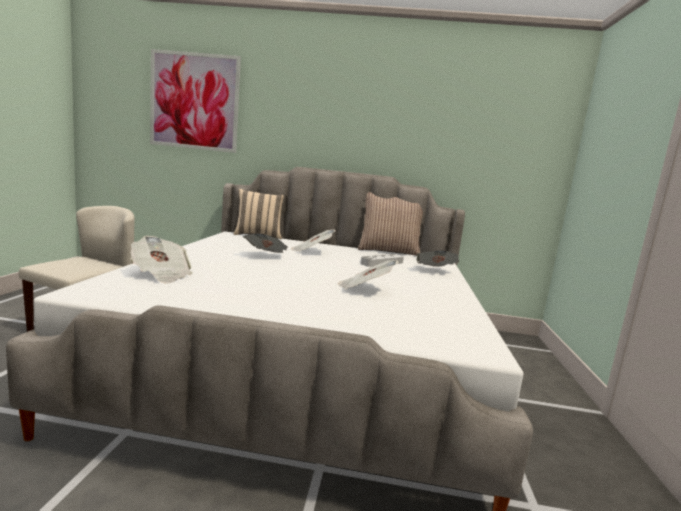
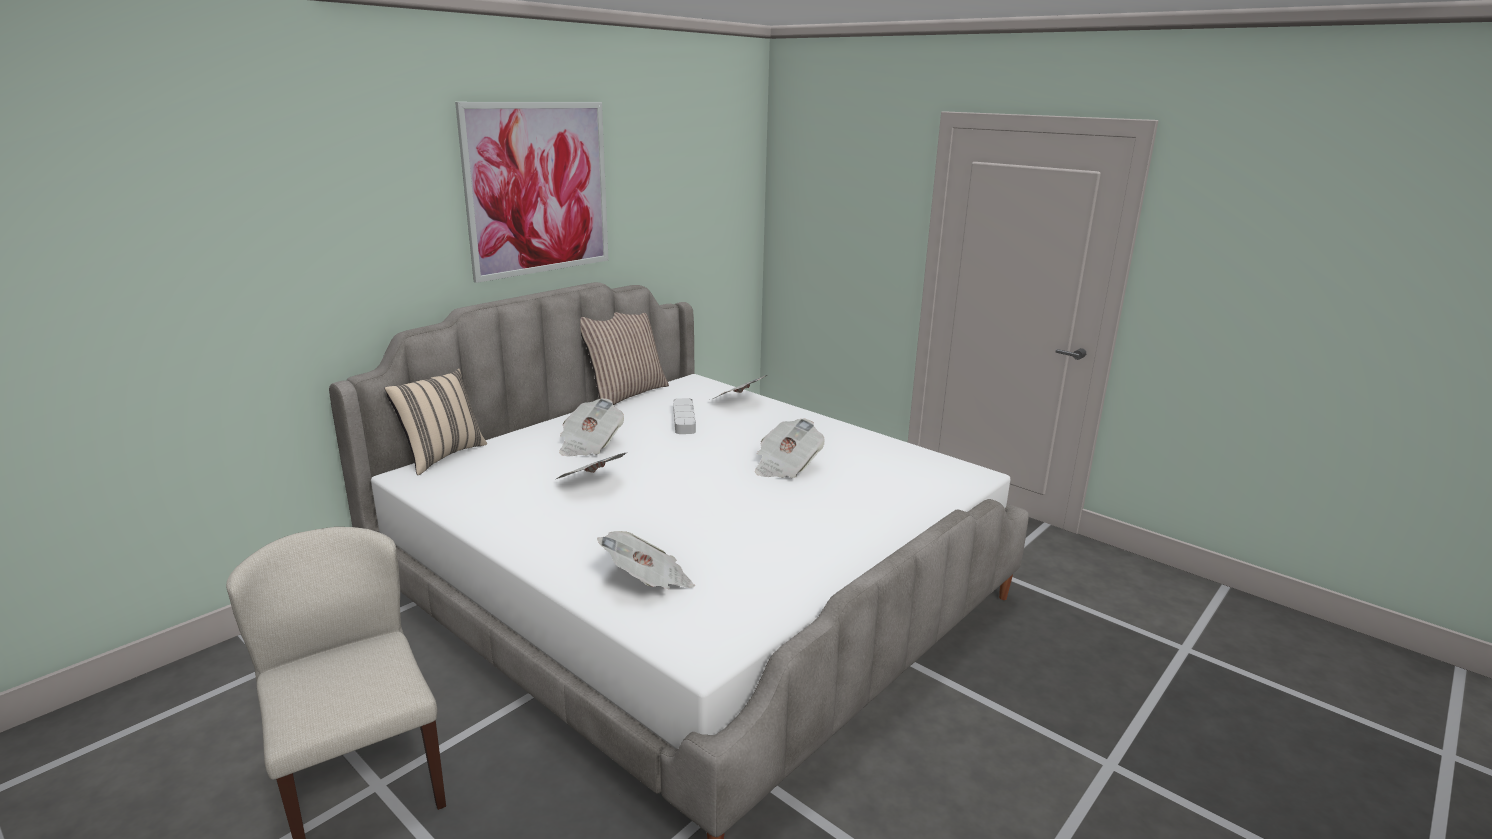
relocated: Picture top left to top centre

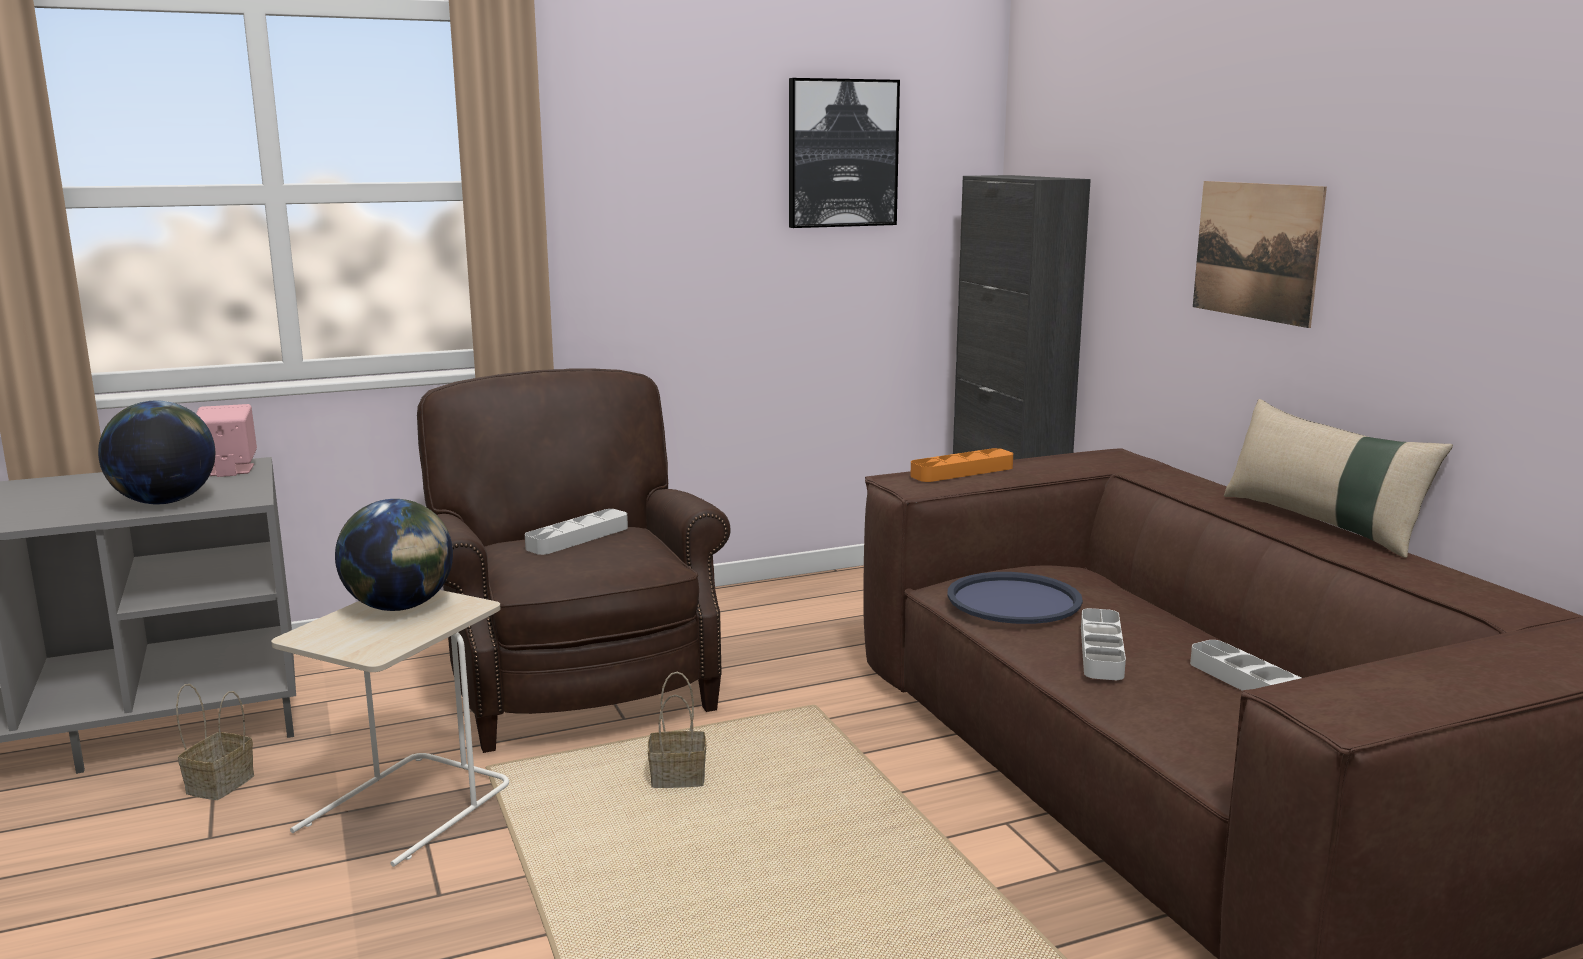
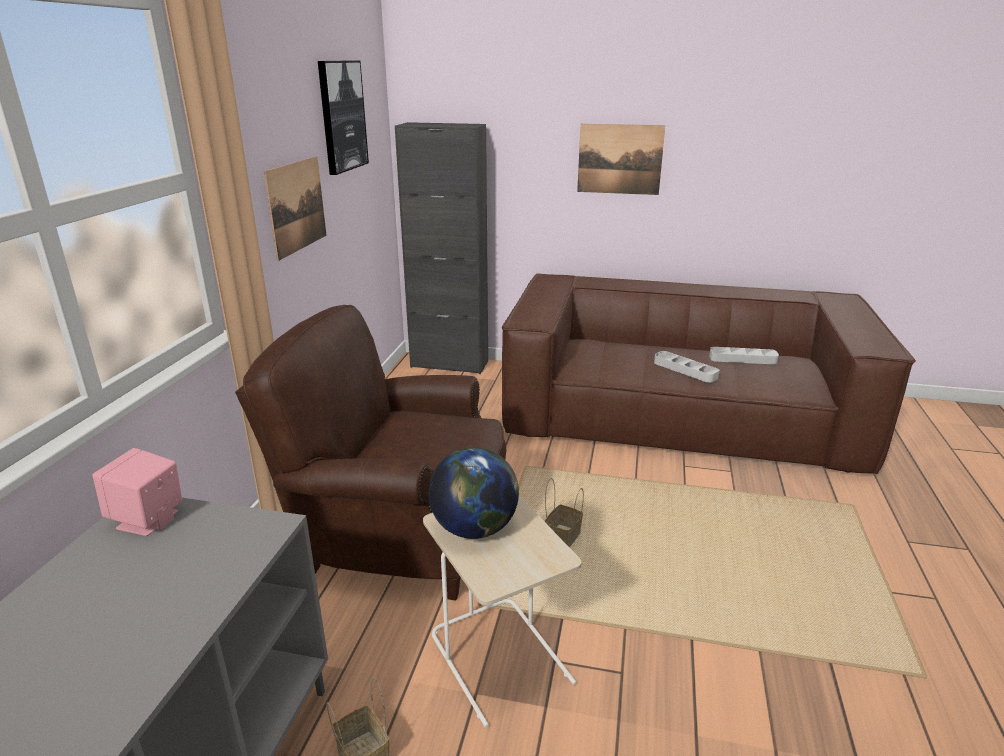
missing: Globe (no. 1 from left) middle left; GreyTray (no. 1 from left) centre; OrangeTray centre; BlueTray centre; BeigePillow middle right
appeared: Picture (no. 1 from left) top left

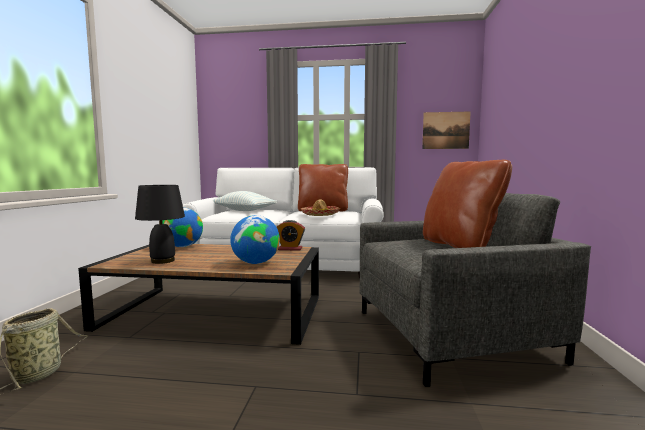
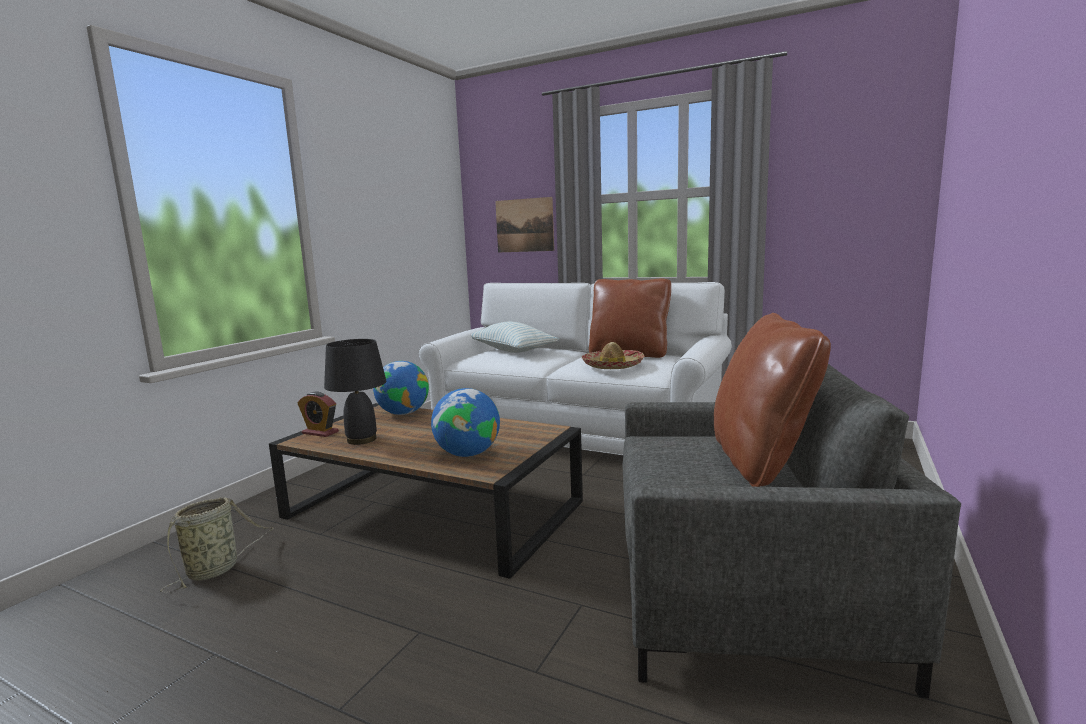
relocated: AlarmClock centre to middle left; Picture top right to top centre

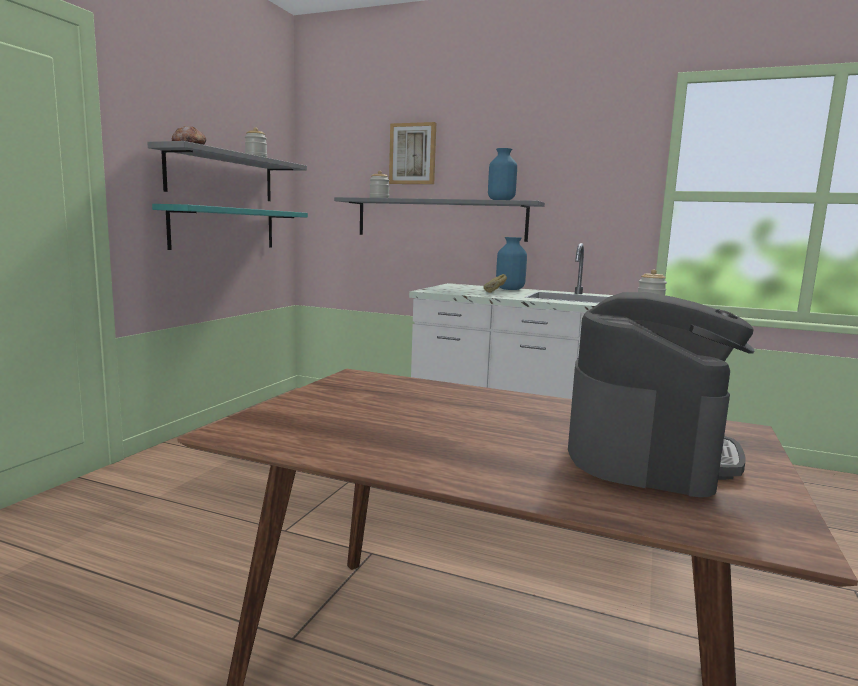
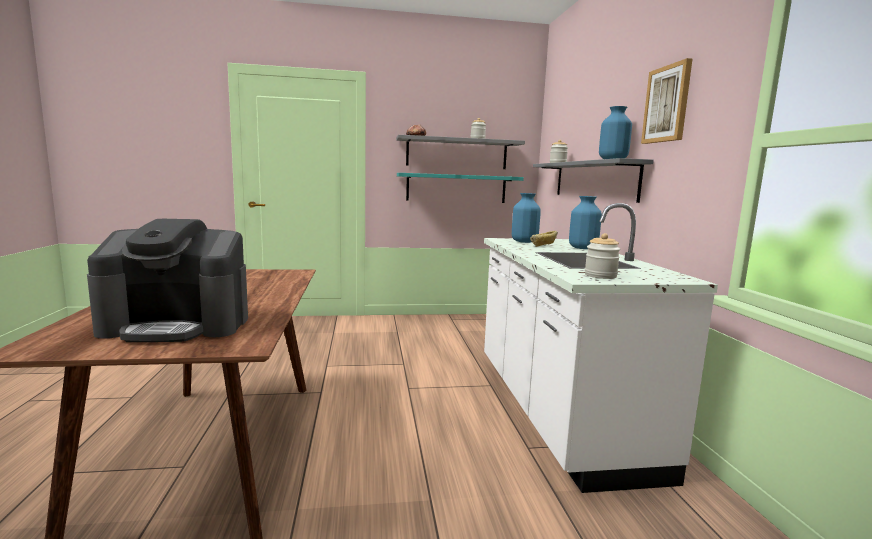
appeared: BlueVase (no. 1 from left) centre
relocated: Picture top centre to top right

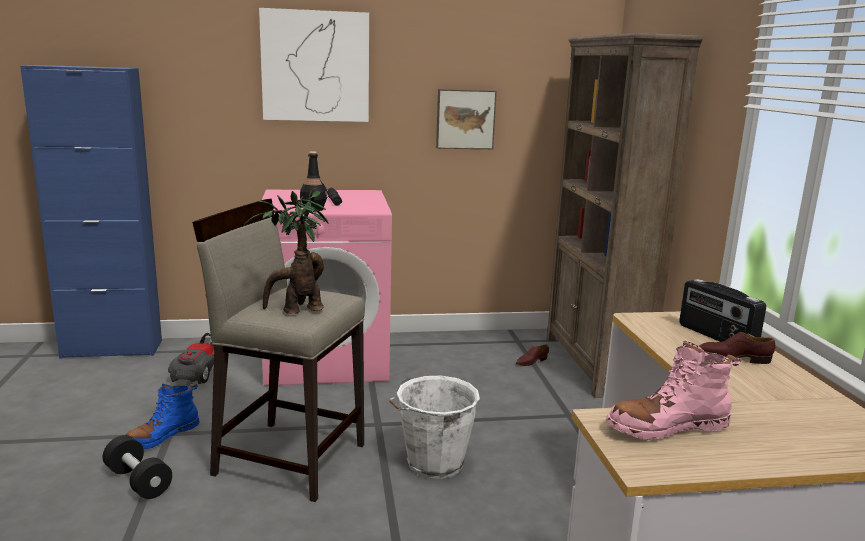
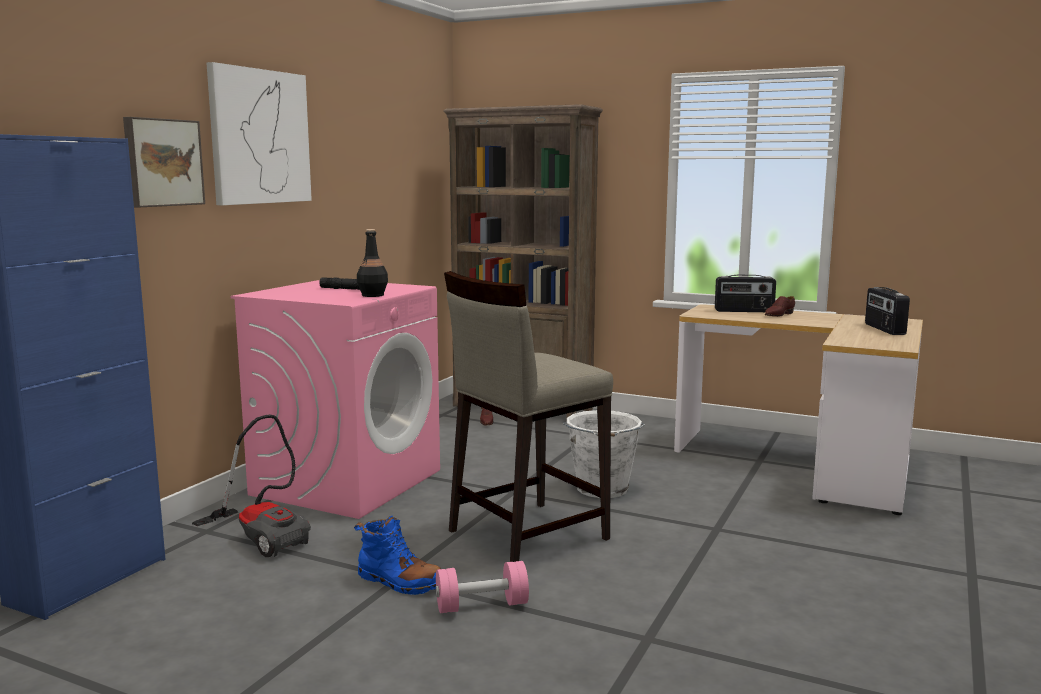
missing: PottedPlant middle left; PinkBoot bottom right
appeared: Radio (no. 2 from left) middle right
relocated: Picture (no. 2 from left in the first image) top centre to Picture (no. 1 from left) top left
colour: BlackDumbbell bottom left to PinkDumbbell bottom centre
spun: BlueBoot bottom left = bottom centre 45 degrees counterclockwise

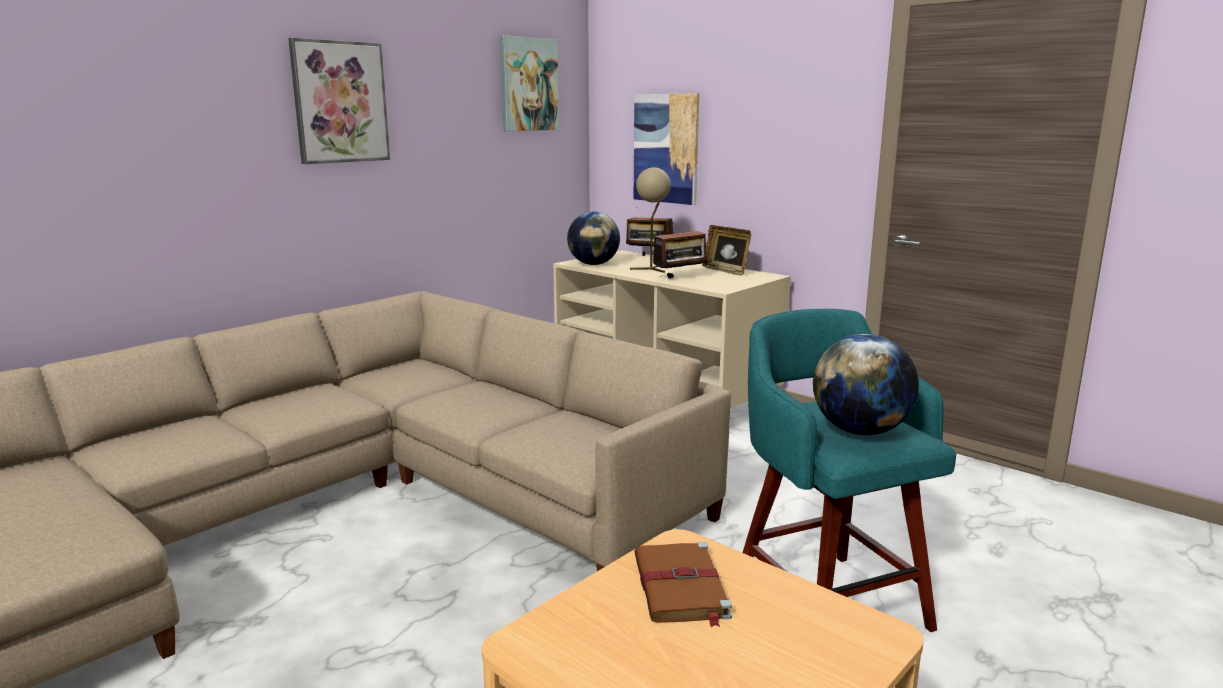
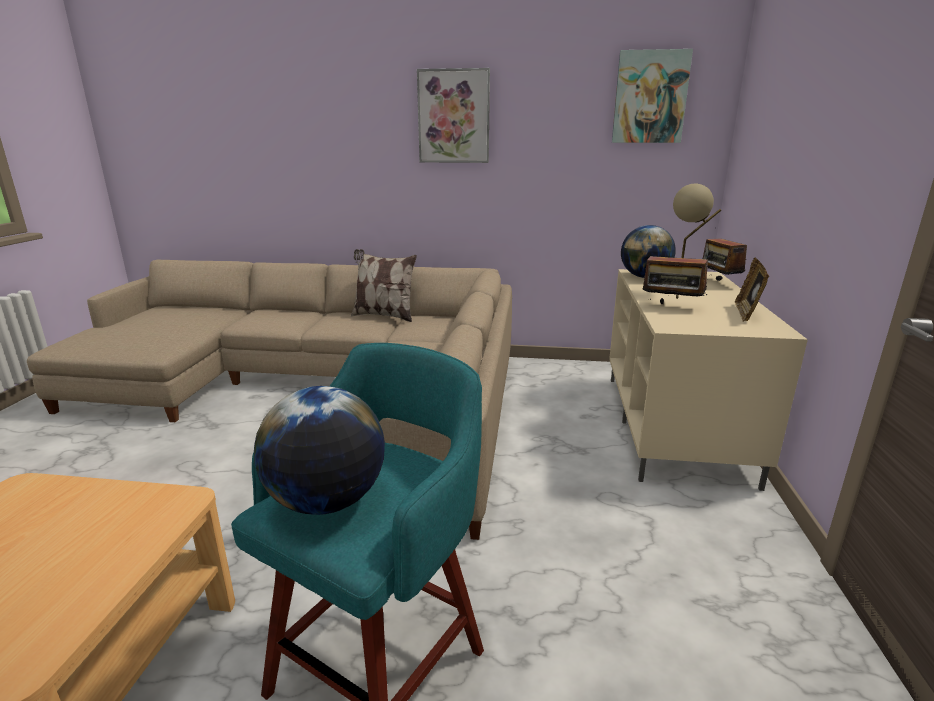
missing: Picture (no. 3 from left) top centre; BrownBook bottom centre
appeared: Pillow centre

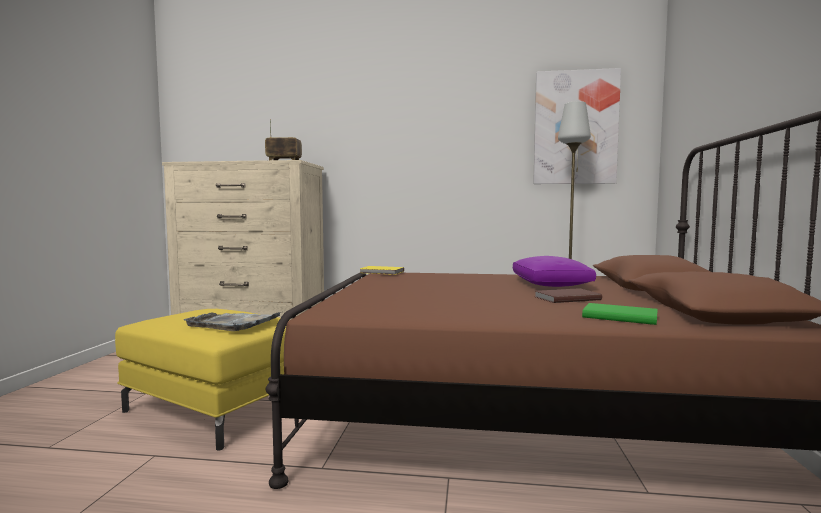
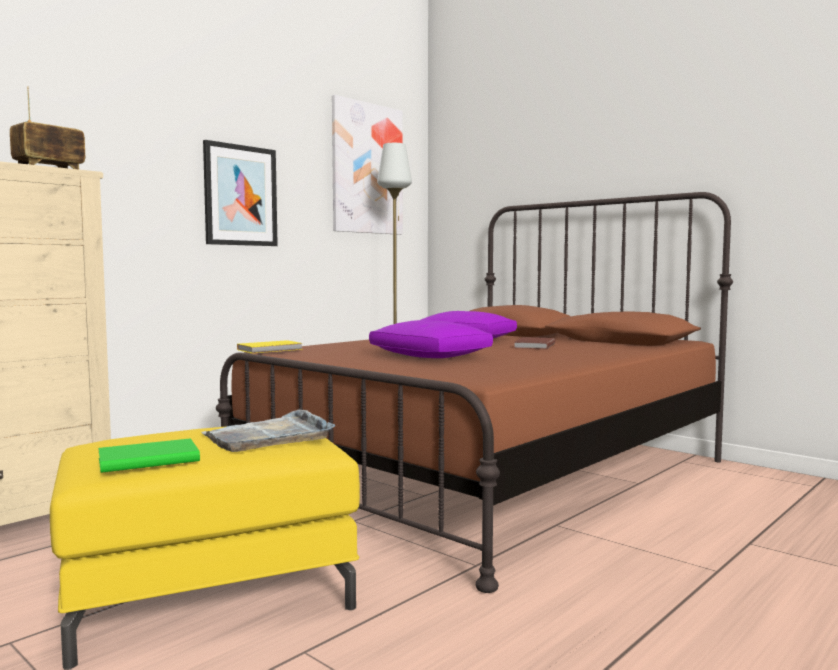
appeared: Picture (no. 1 from left) top left; PurplePillow (no. 1 from left) centre
relocated: GreenBook middle right to bottom left

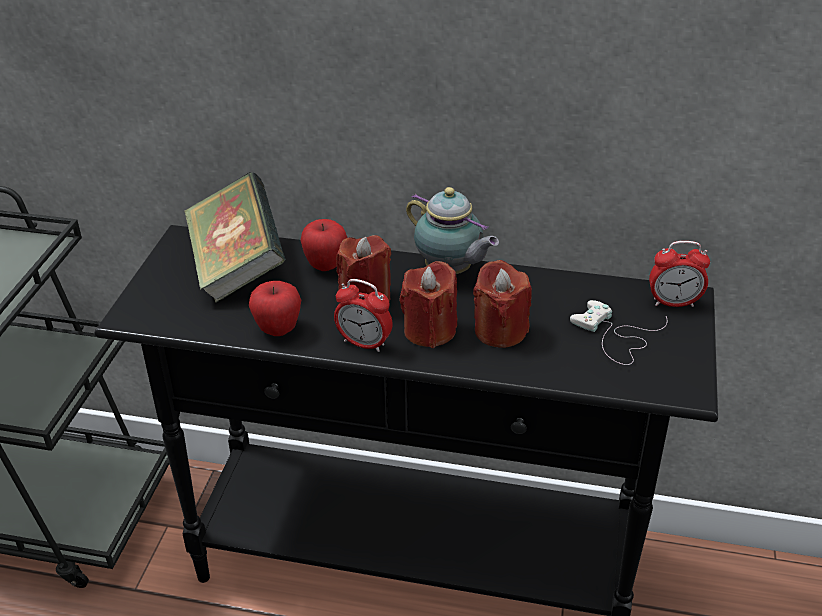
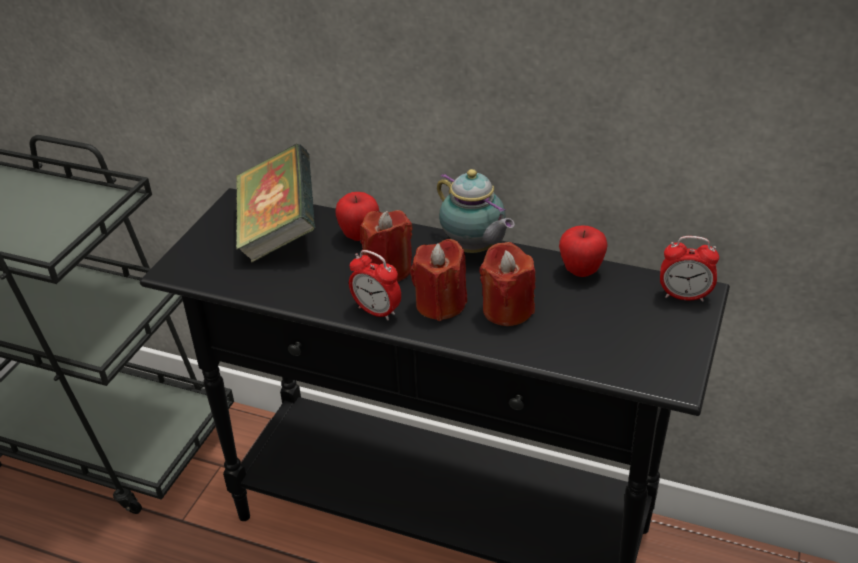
missing: WhiteGameController middle right
relocated: Apple (no. 1 from left in the first image) centre to Apple (no. 2 from left) middle right

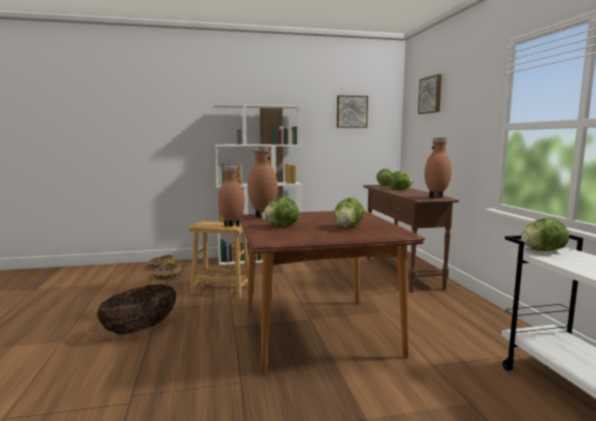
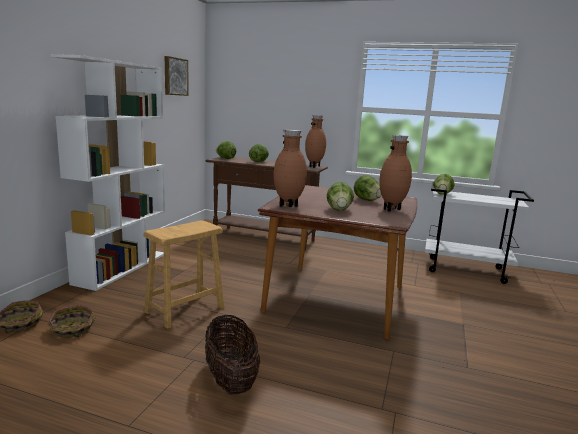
missing: Picture (no. 2 from left) top right
relocated: BrownVase (no. 1 from left in the first image) centre to BrownVase (no. 3 from left) middle right

